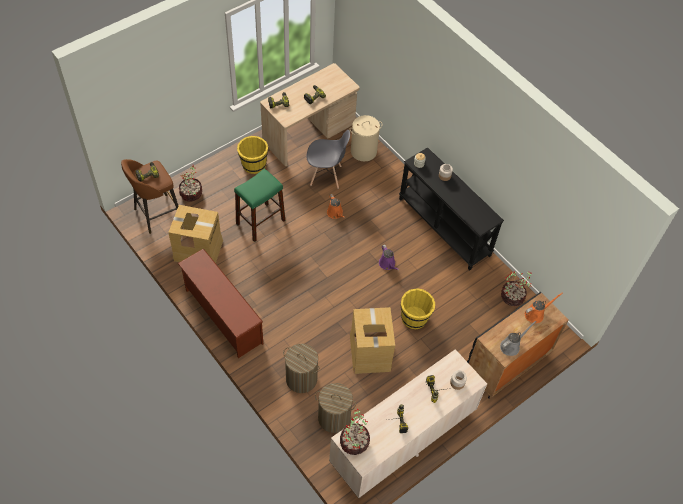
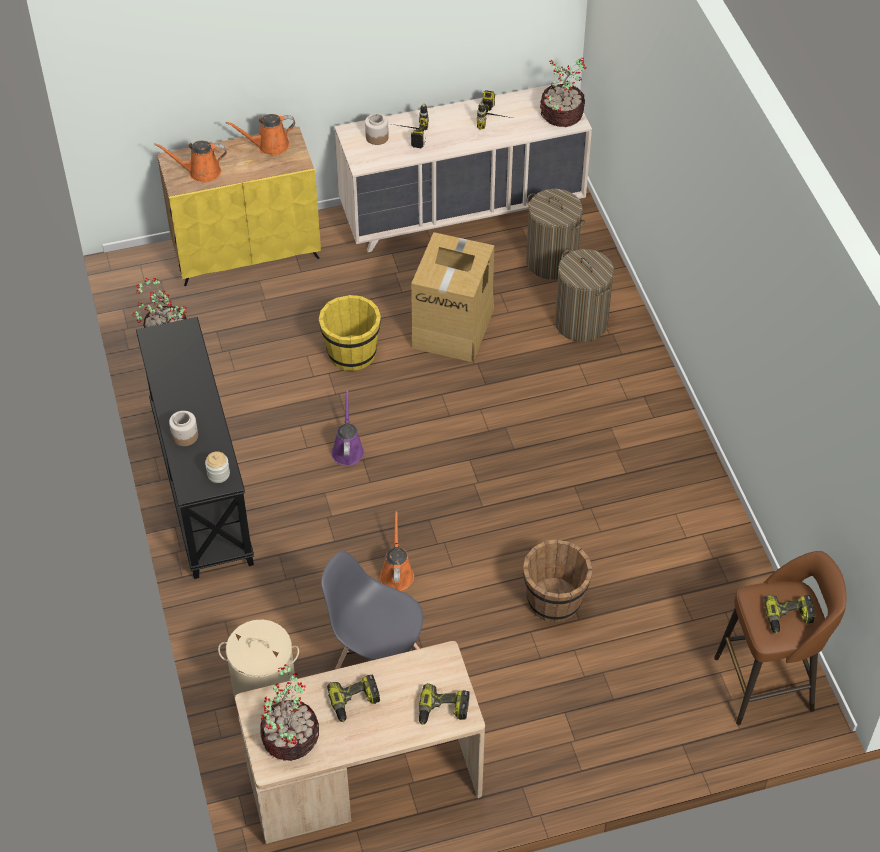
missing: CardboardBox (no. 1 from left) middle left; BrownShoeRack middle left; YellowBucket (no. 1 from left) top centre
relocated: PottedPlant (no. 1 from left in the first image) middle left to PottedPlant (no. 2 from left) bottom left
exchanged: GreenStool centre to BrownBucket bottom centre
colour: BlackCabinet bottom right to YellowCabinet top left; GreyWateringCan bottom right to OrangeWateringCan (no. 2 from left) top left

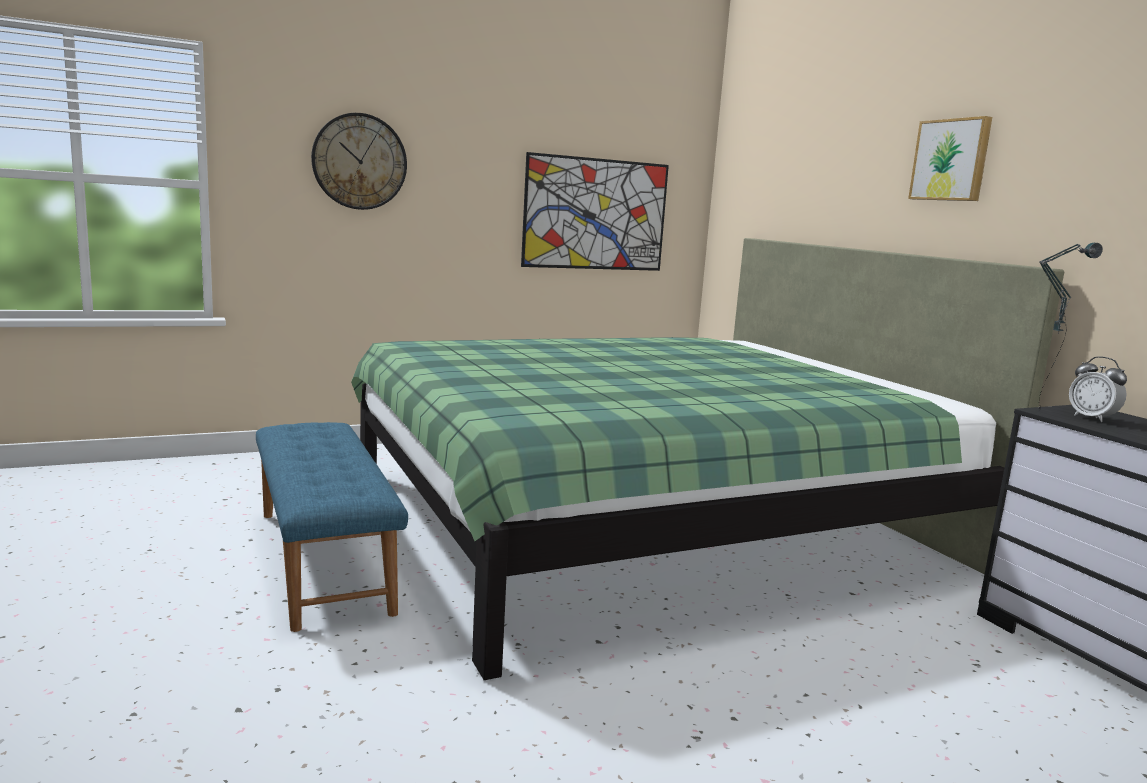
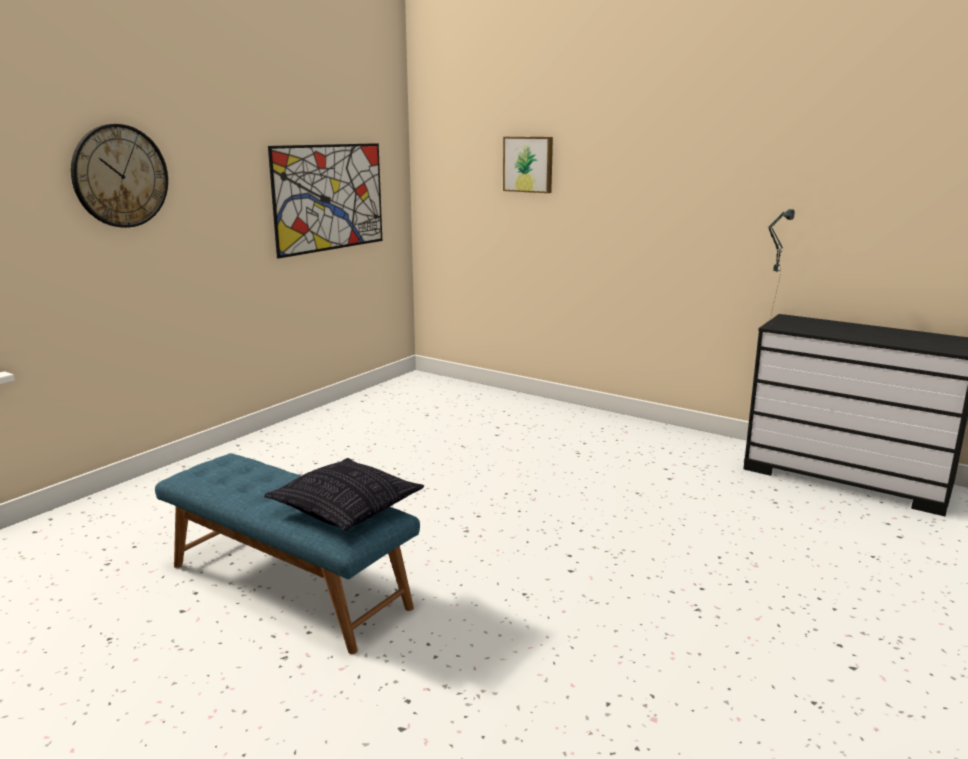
missing: GreenBed centre; AlarmClock middle right
appeared: Pillow centre
relocated: Picture (no. 2 from left) top right to top centre

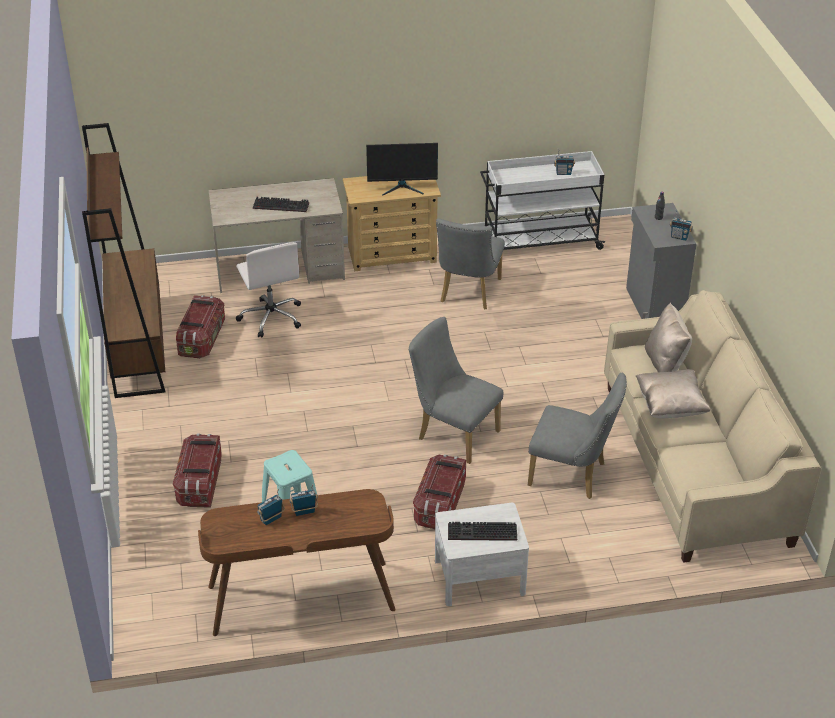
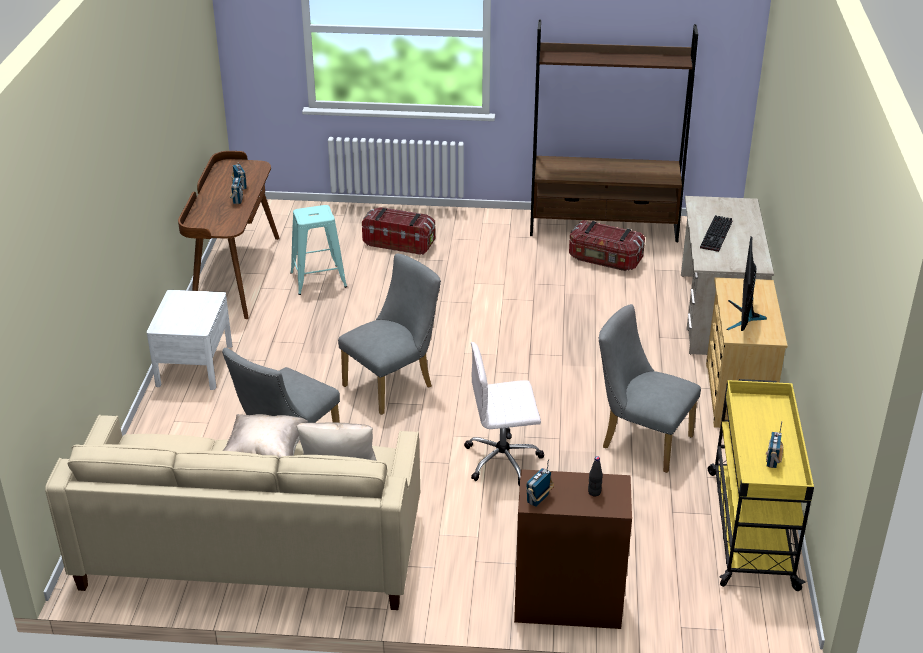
missing: StorageBox (no. 3 from left) bottom centre; Keyboard (no. 2 from left) bottom centre
relocated: WhiteOfficeChair middle left to centre
colour: WhiteCart top centre to YellowCart bottom right; GreyCabinet middle right to BrownCabinet bottom centre

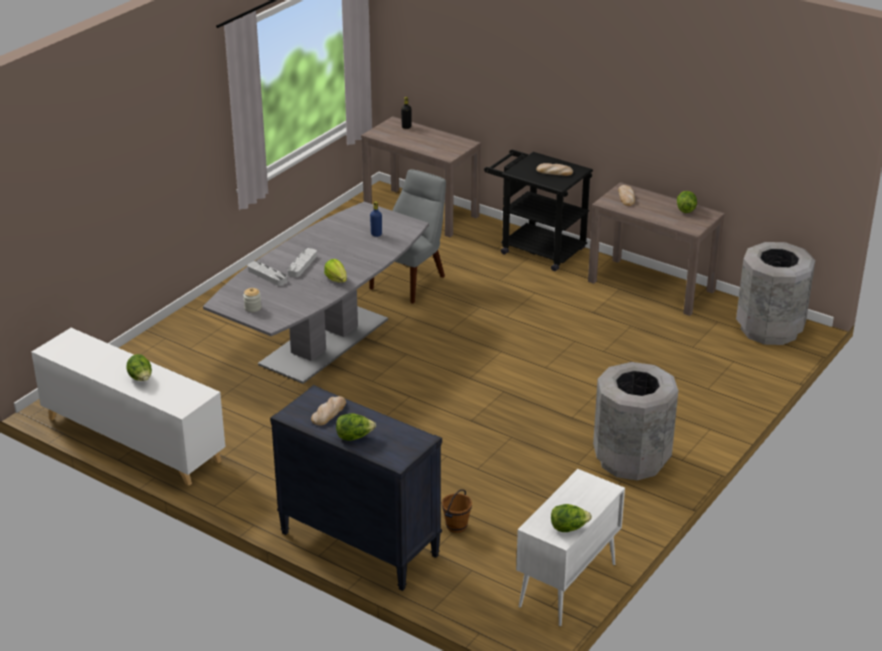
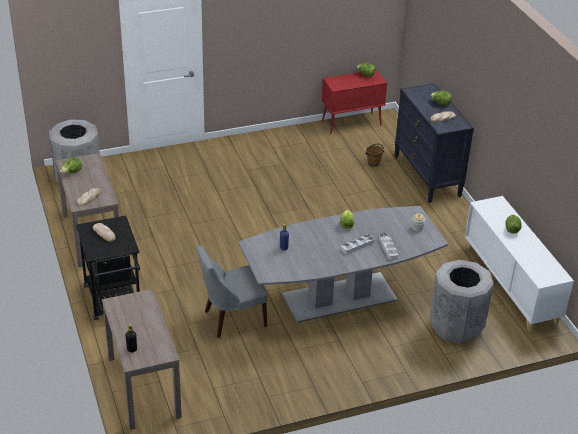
relocated: GreyTrashCan (no. 1 from left in the first image) middle right to GreyTrashCan (no. 2 from left) bottom right
colour: WhiteCabinet (no. 2 from left) bottom centre to RedCabinet top centre

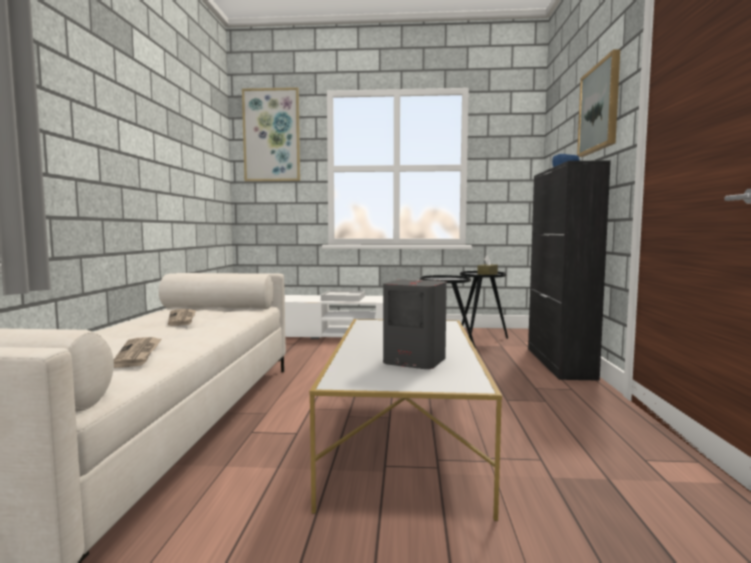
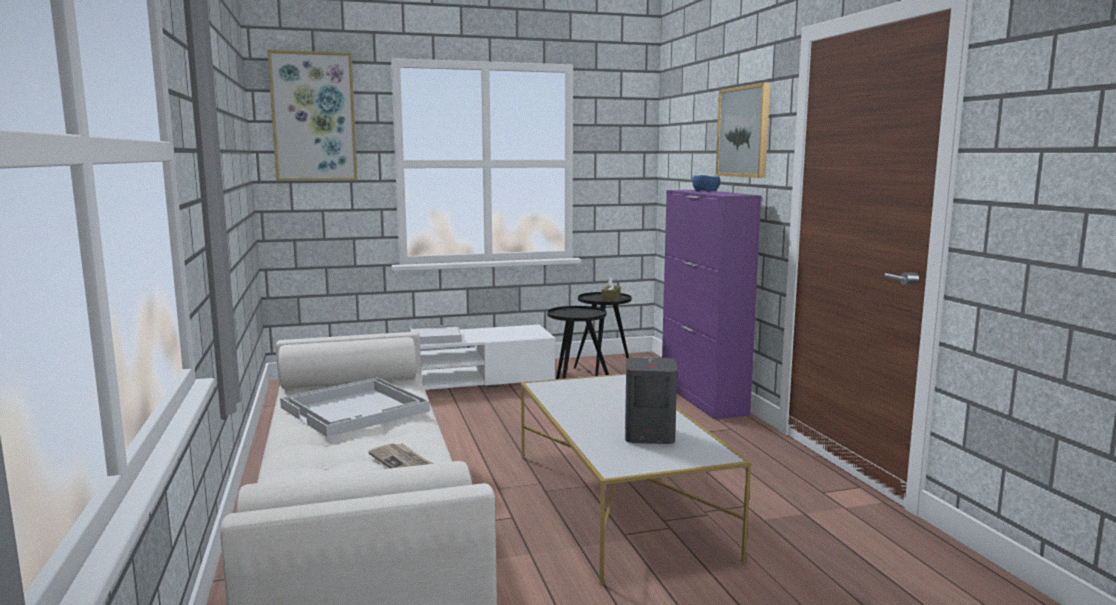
exchanged: Newspaper (no. 2 from left) middle left to WhiteTray (no. 1 from left) bottom left
colour: BlackCabinet middle right to PurpleCabinet centre

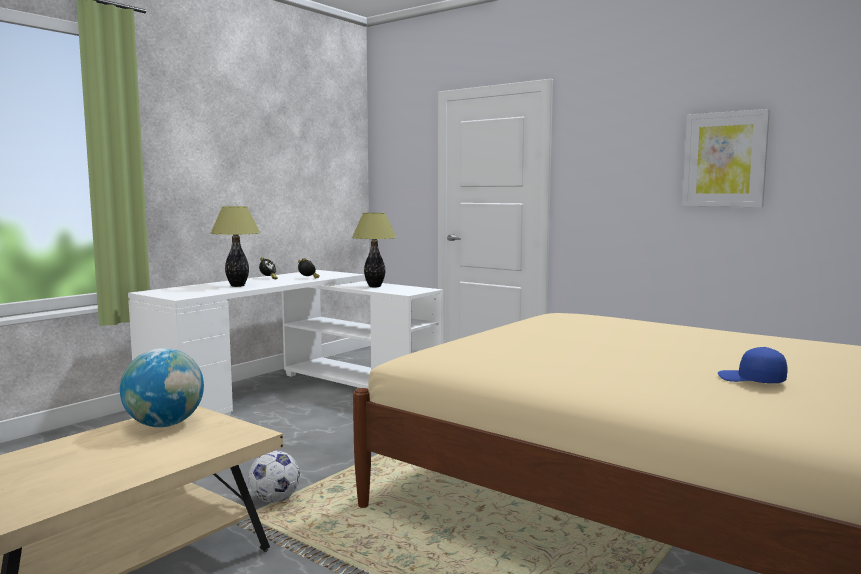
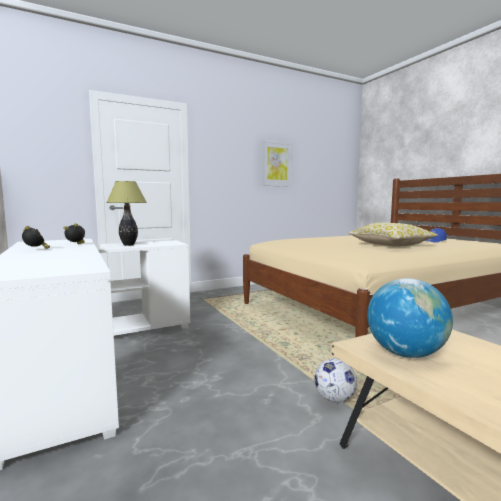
missing: TableLamp (no. 1 from left) middle left
appeared: Pillow middle right

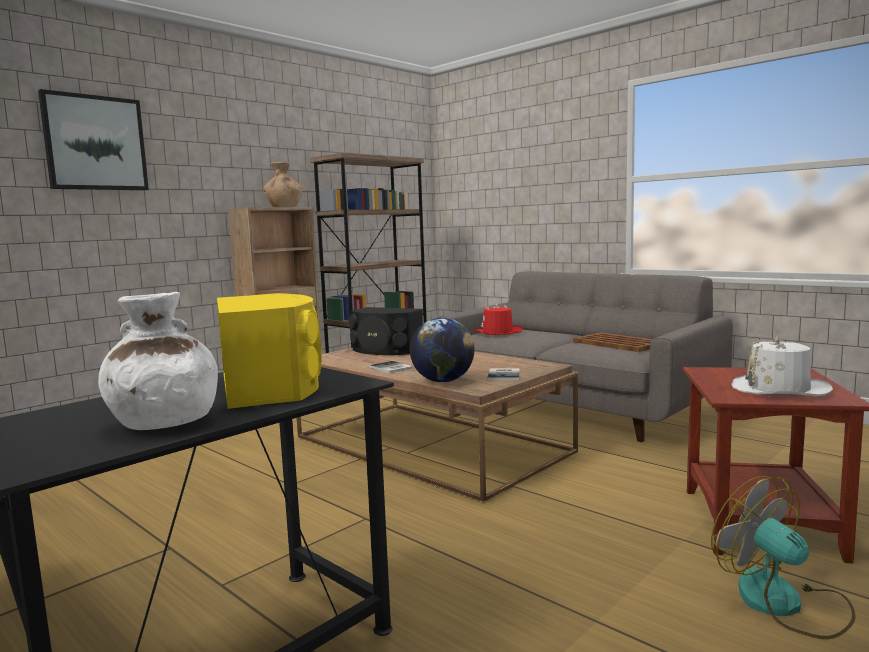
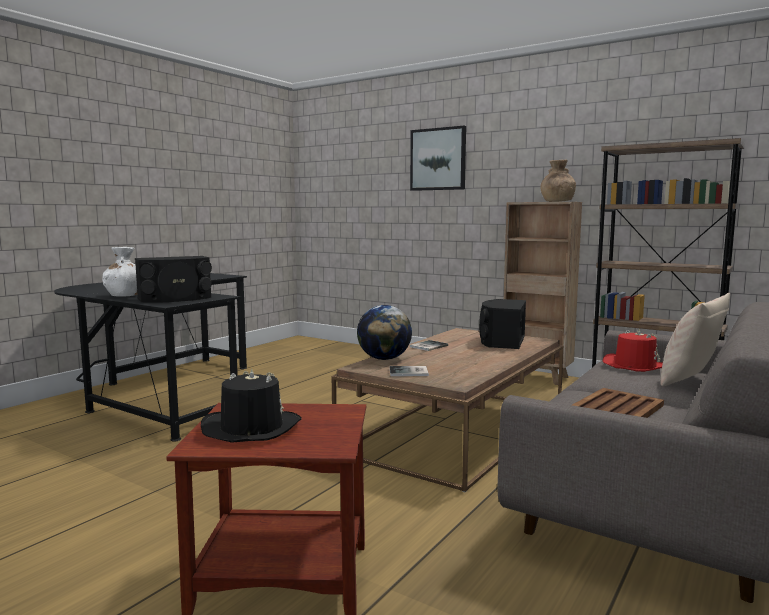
missing: Fan bottom right
appeared: BeigePillow middle right
colour: YellowSpeaker middle left to BlackSpeaker (no. 1 from left) middle left; WhiteHat middle right to BlackHat middle left

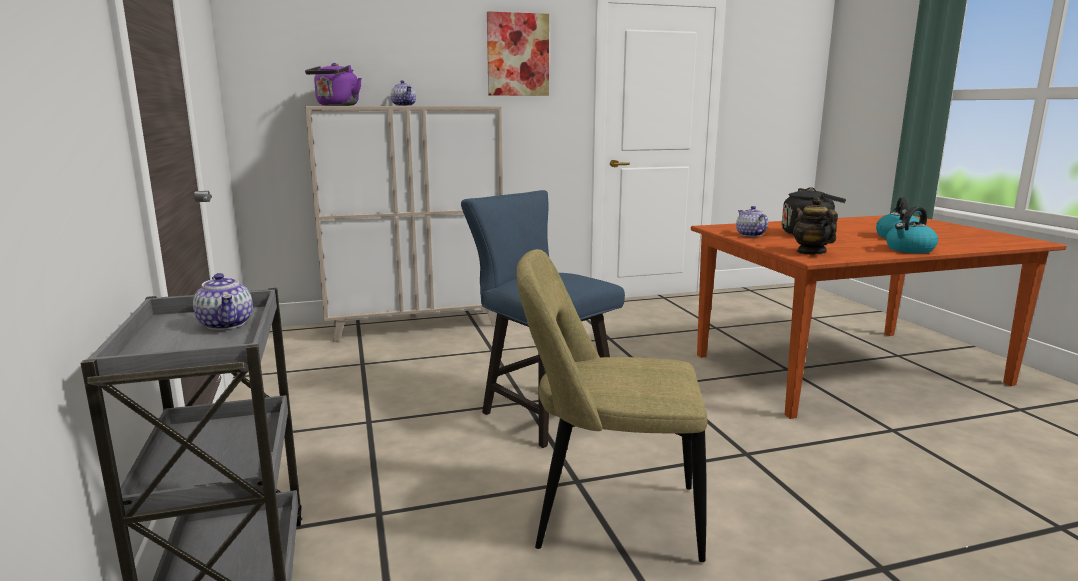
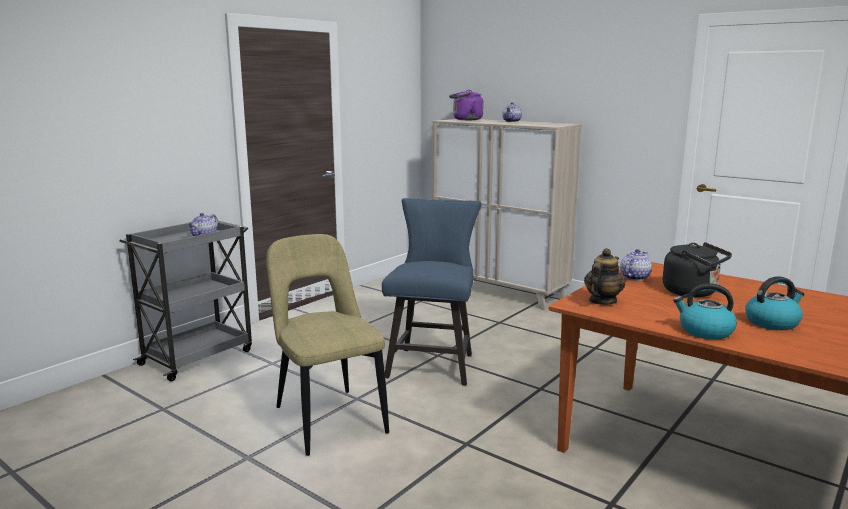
missing: Picture top centre

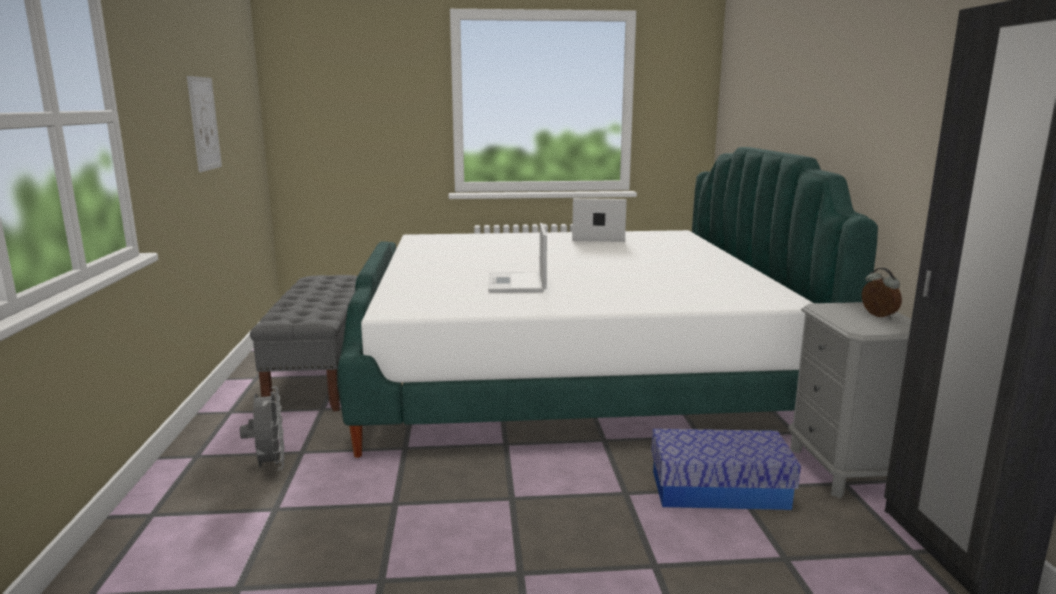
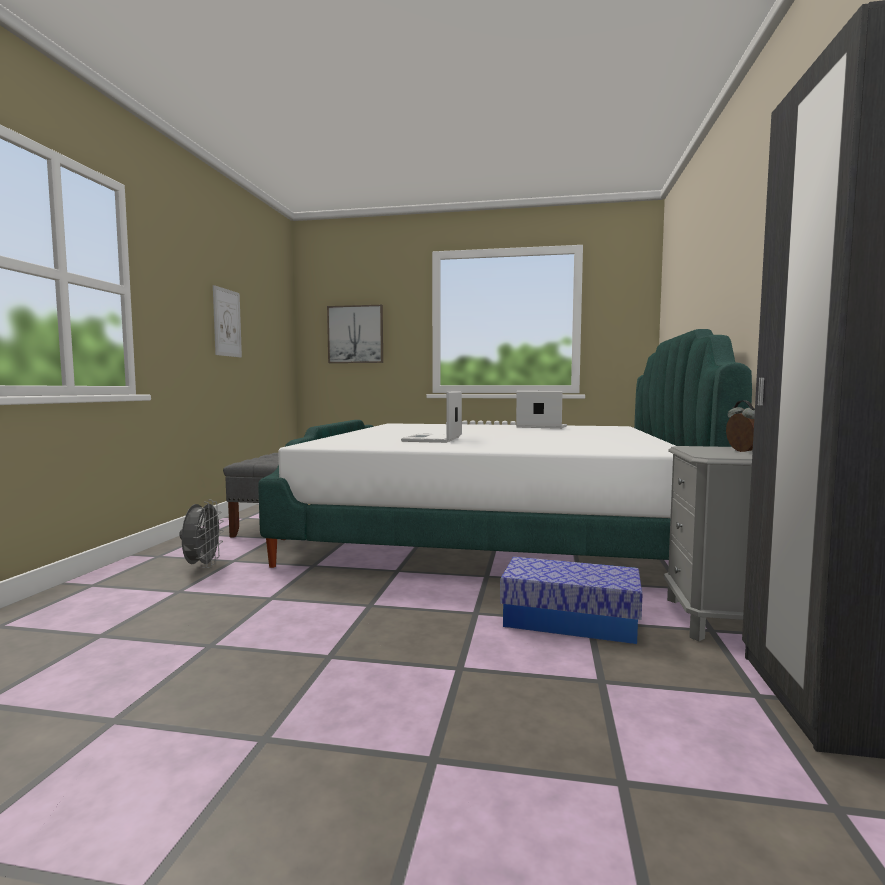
appeared: Picture (no. 2 from left) centre

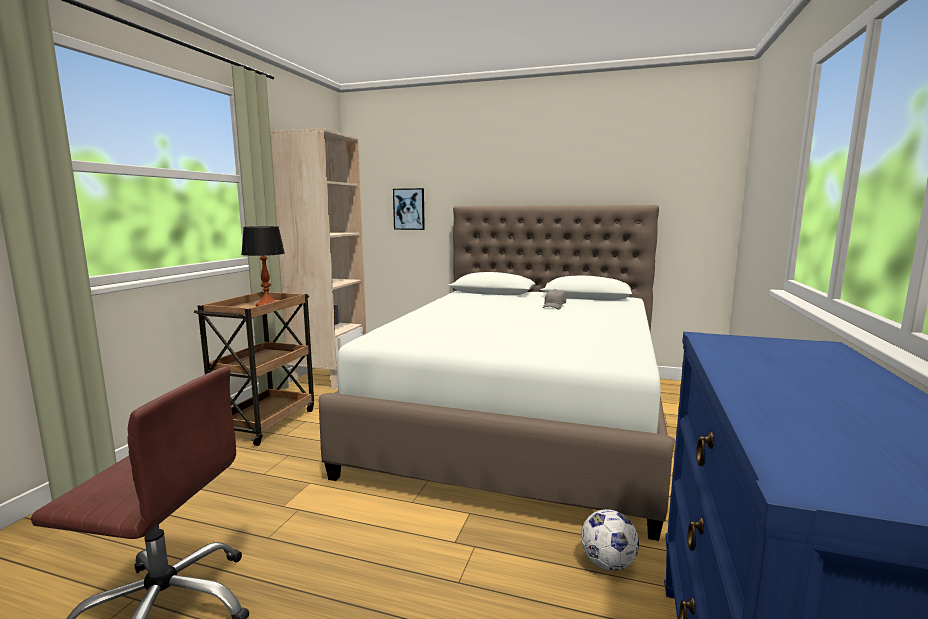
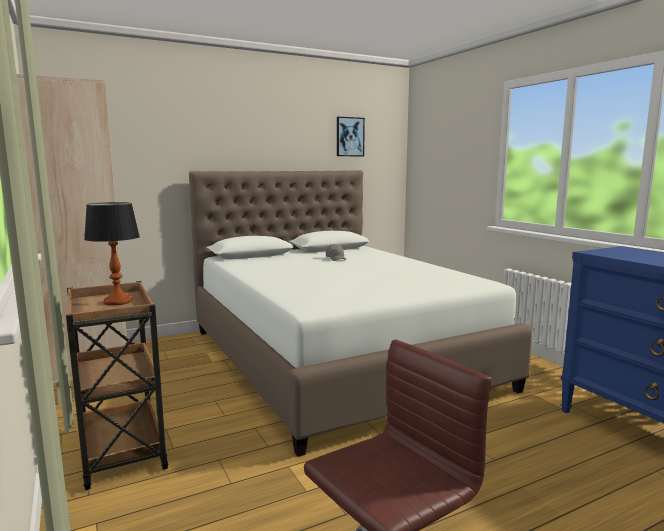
missing: Football bottom centre
relocated: Picture centre to top centre

